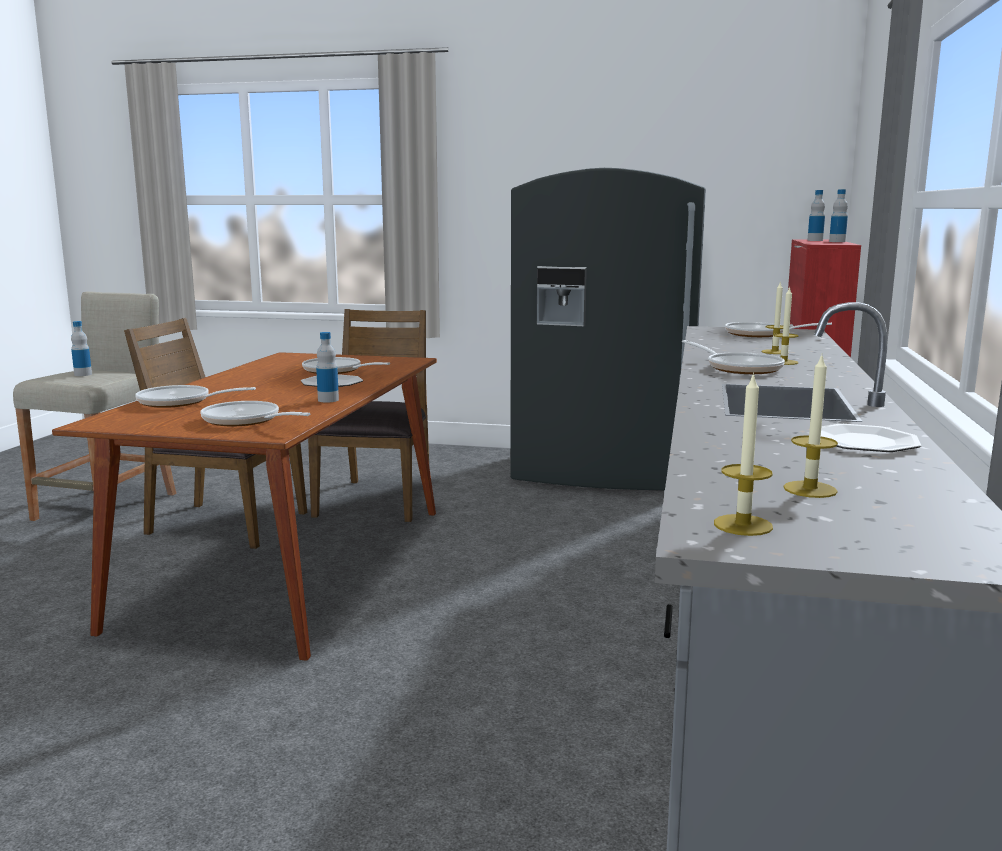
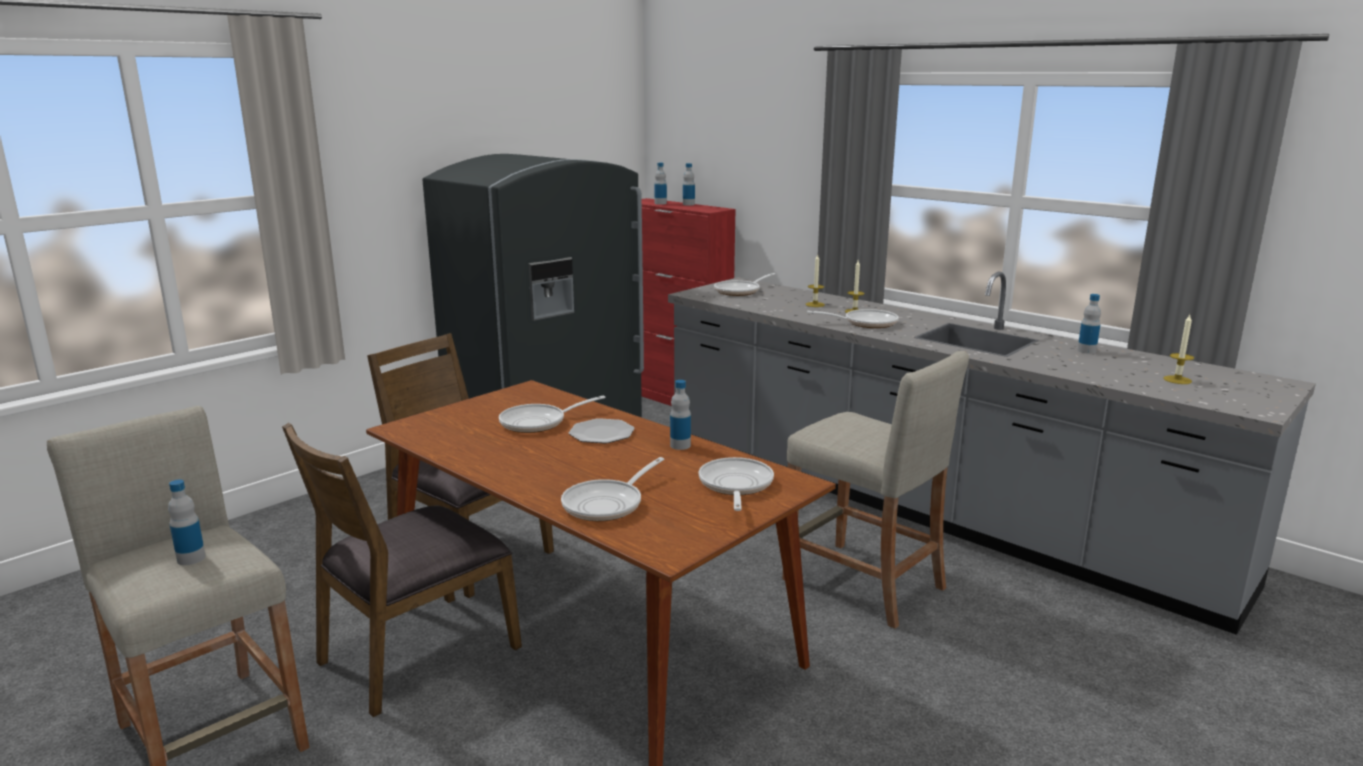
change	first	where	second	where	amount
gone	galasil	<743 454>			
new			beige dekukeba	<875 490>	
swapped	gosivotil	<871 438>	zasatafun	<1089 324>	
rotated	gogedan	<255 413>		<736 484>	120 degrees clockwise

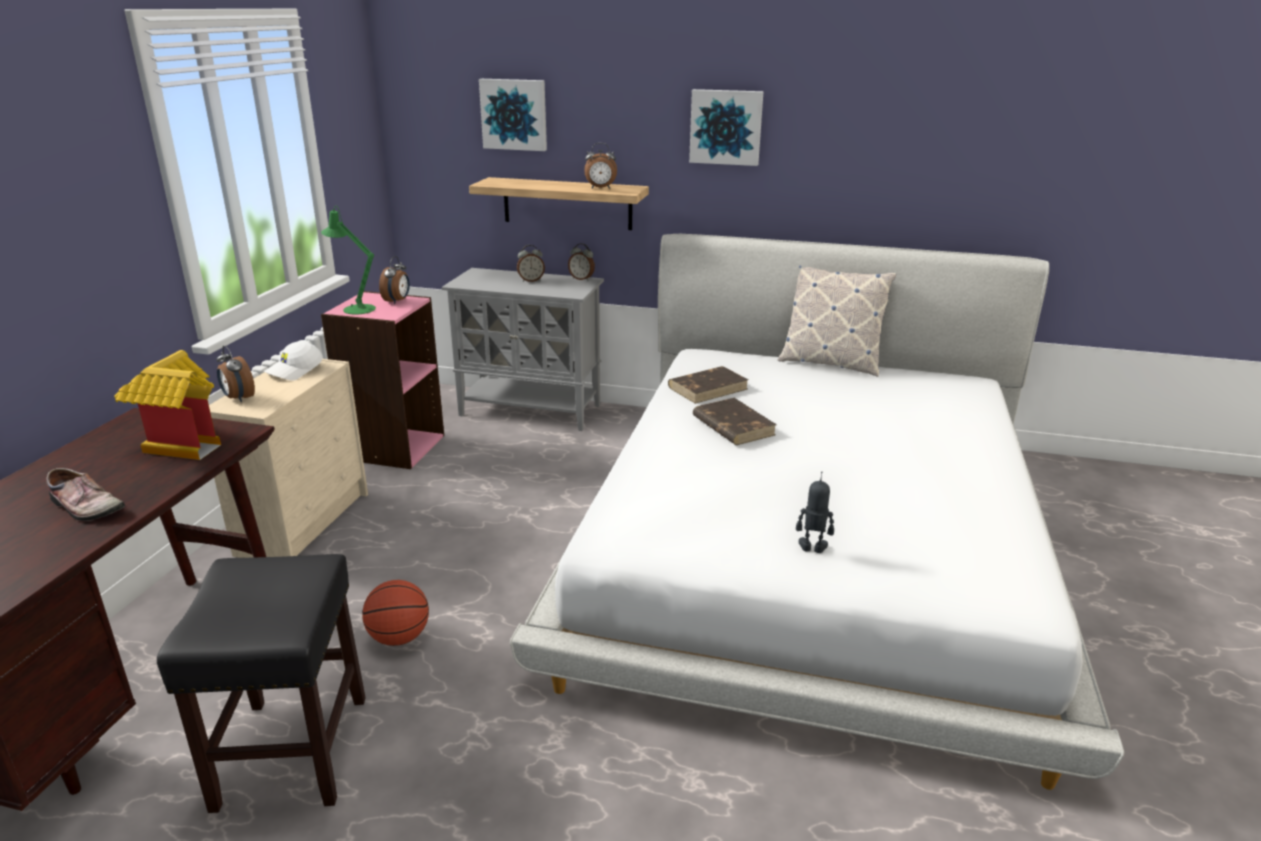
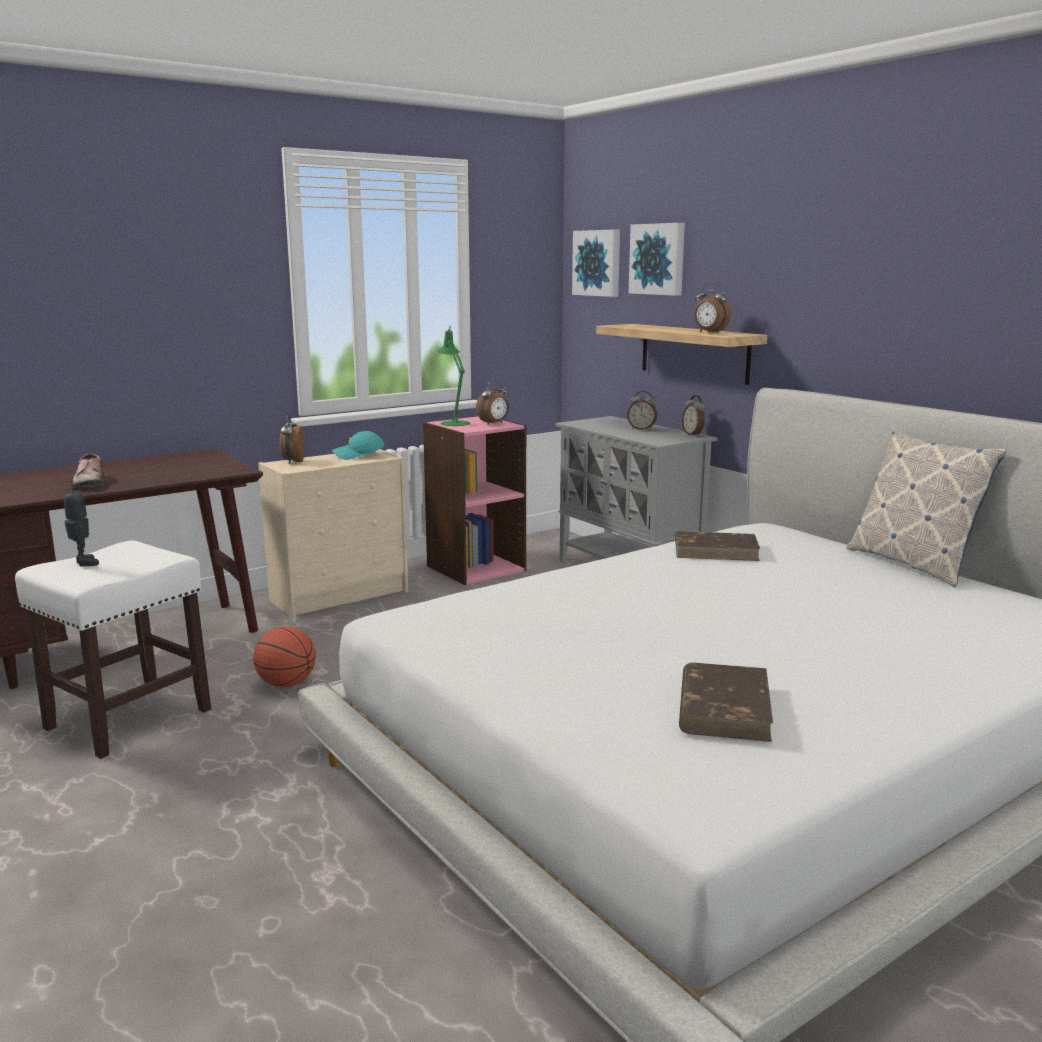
change	first	where	second	where	amount
gone	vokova	<167 405>			
shifted	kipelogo	<726 127>		<596 263>	
shifted	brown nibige	<735 421>		<726 702>	
shifted	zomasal	<815 512>		<81 523>	
repainted	black dekukeba	<261 683>	white dekukeba	<113 650>	
repainted	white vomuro	<293 361>	turquoise vomuro	<358 445>	

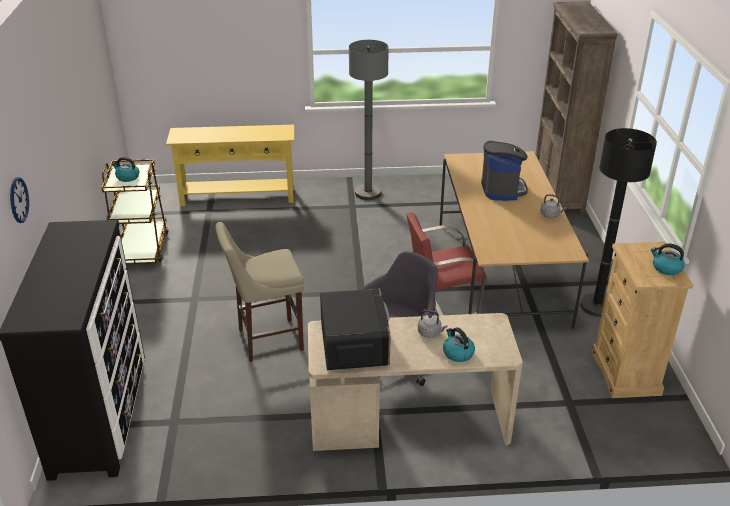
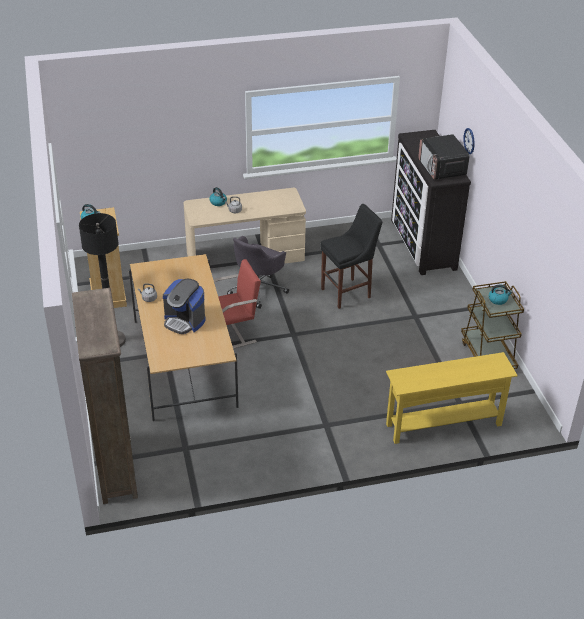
change	first	where	second	where	amount
gone	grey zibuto	<369 120>			
shifted	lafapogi	<355 329>		<444 157>	
repainted	beige dekukeba	<260 292>	black dekukeba	<351 256>	
rotated	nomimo	<504 171>		<184 306>	45 degrees counterclockwise

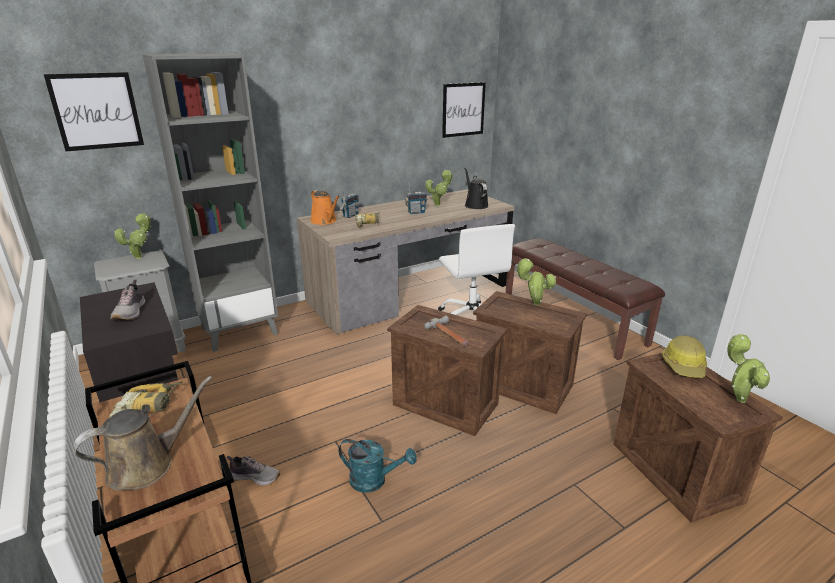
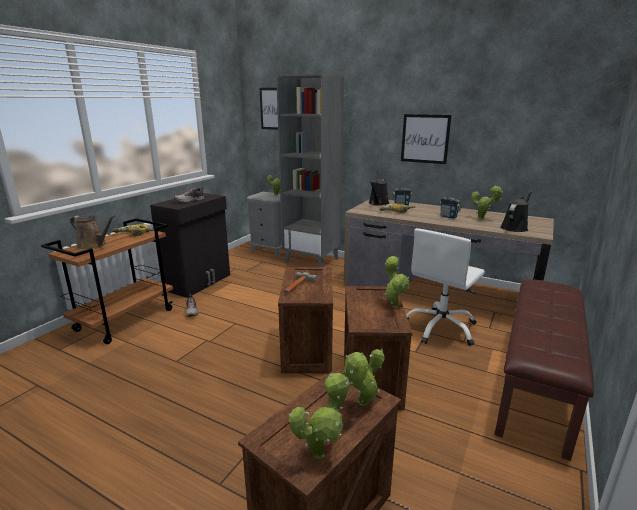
change	first	where	second	where	amount
gone	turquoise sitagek	<378 466>			
shifted	kipelogo	<464 110>		<426 139>	
swapped	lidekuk	<684 356>	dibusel	<364 377>	
repainted	orange sitagek	<325 207>	black sitagek	<379 192>	

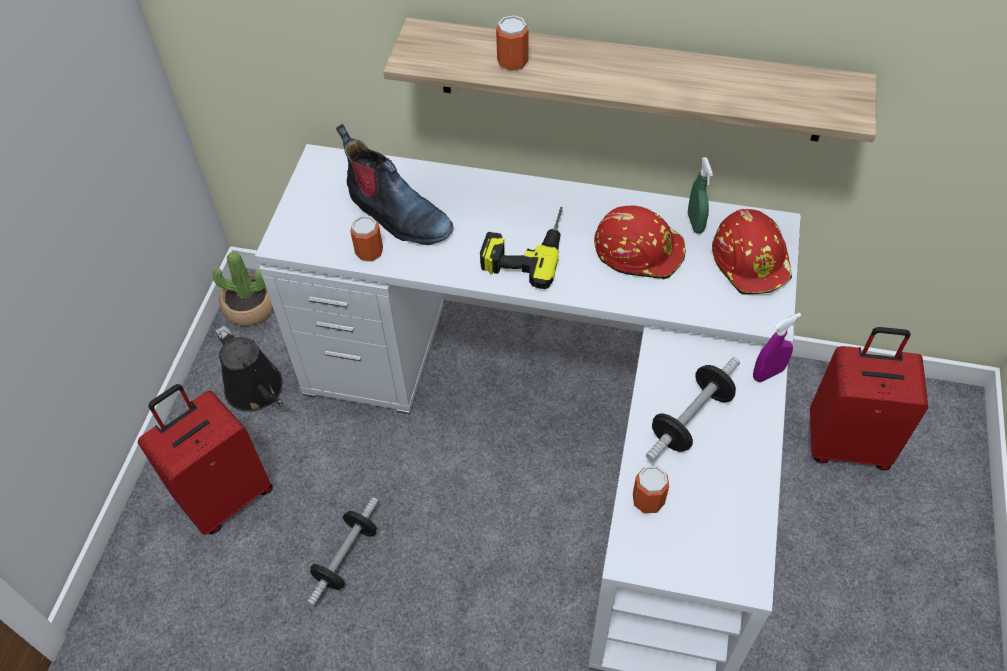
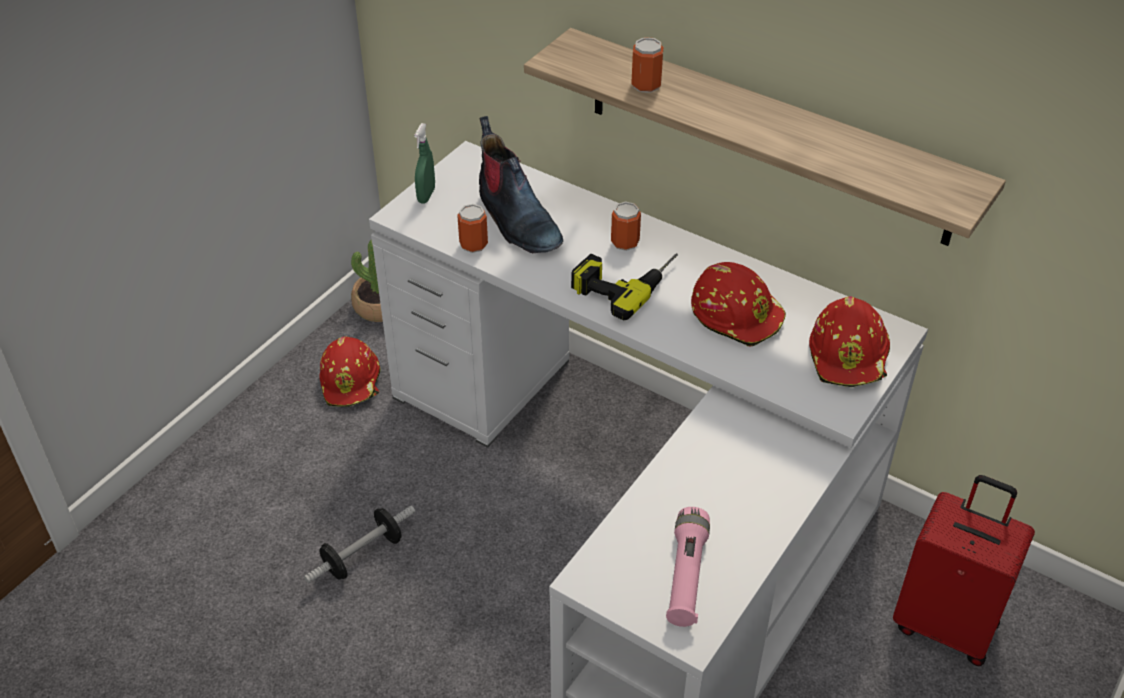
change	first	where	second	where	amount
gone	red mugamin	<205 459>			
gone	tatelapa	<693 409>			
gone	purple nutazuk	<777 347>			
new			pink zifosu	<688 567>	
shifted	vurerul	<651 489>		<626 226>	
shifted	green nutazuk	<700 195>		<424 163>	
swapped	black sitagek	<249 368>	red lidekuk	<349 371>	

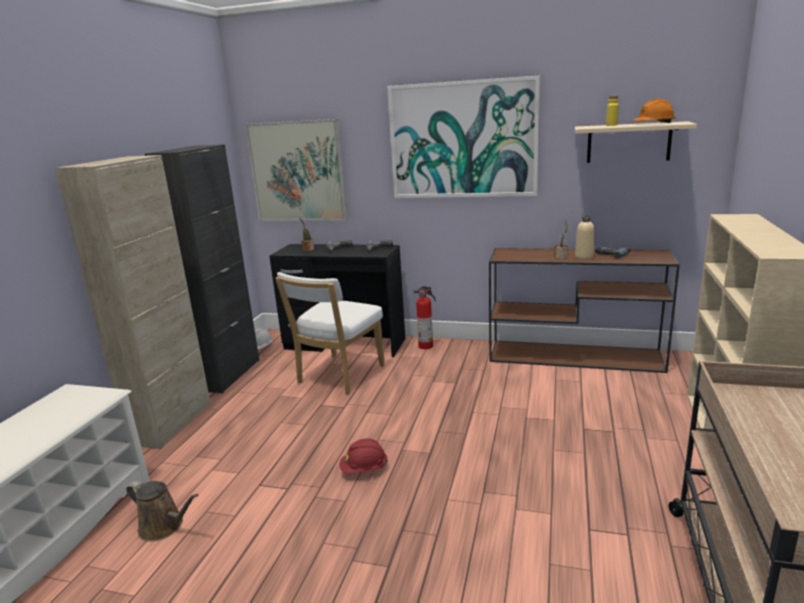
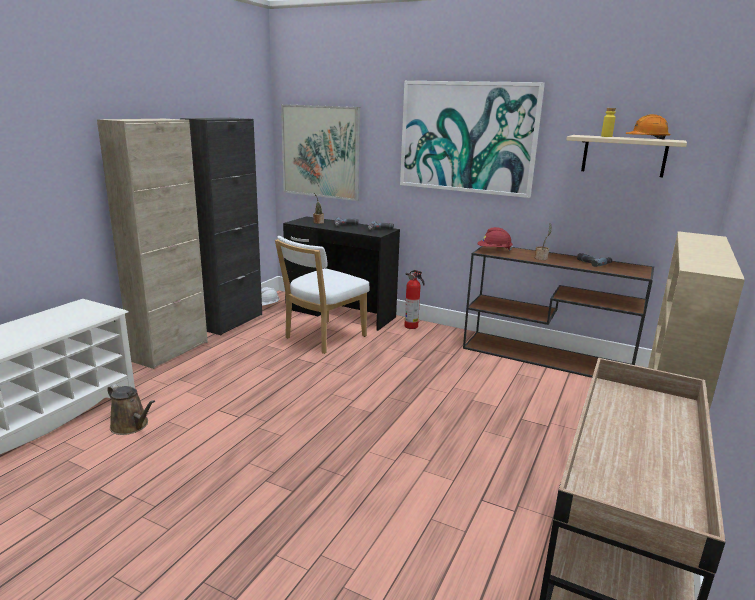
change	first	where	second	where	amount
gone	beige zasatafun	<584 237>			
shifted	red lidekuk	<363 456>		<495 239>	

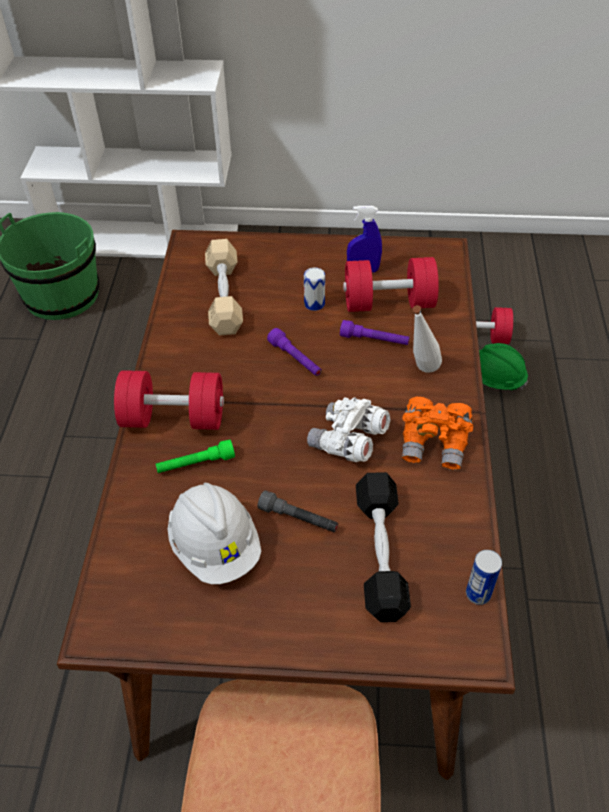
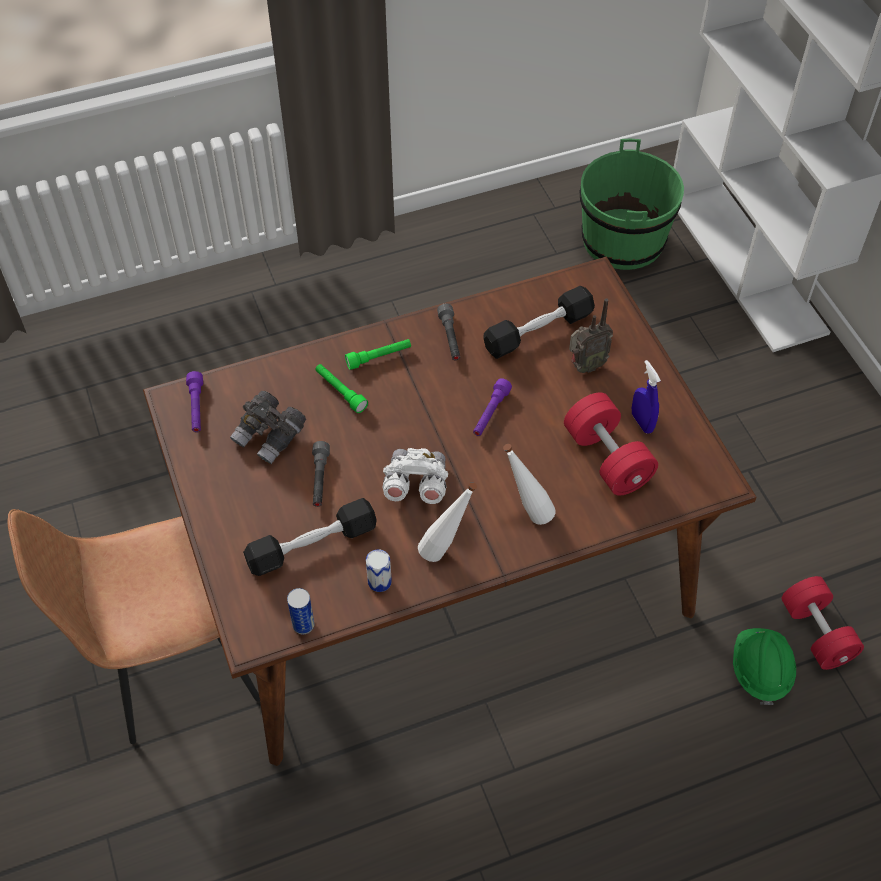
change	first	where	second	where	amount
new			grey zifosu	<448 332>	
new			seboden	<591 335>	
shifted	vurerul	<314 289>		<379 570>	
shifted	purple zifosu	<375 332>		<194 401>	
swapped	red tatelapa	<169 400>	green zifosu	<378 354>	
swapped	white lidekuk	<214 533>	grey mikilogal	<268 427>	
swapped	orange mikilogal	<437 433>	white zasatafun	<447 522>	
repainted	beige tatelapa	<224 287>	black tatelapa	<539 322>	

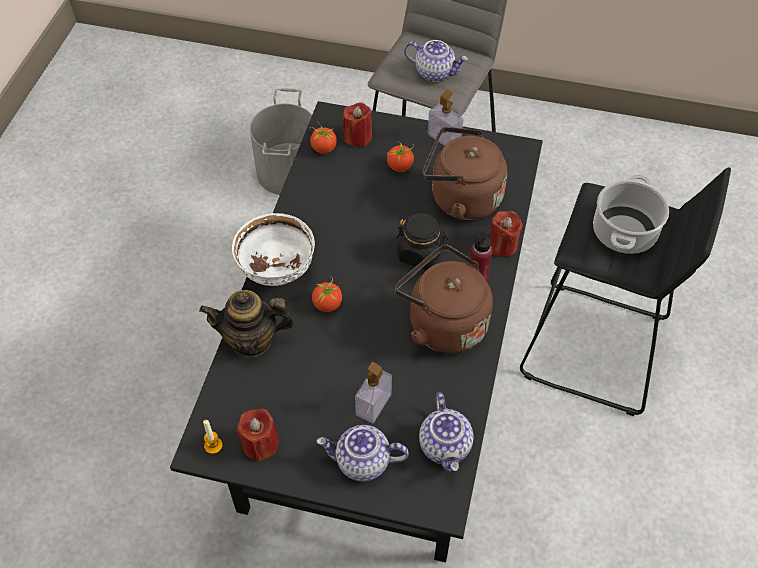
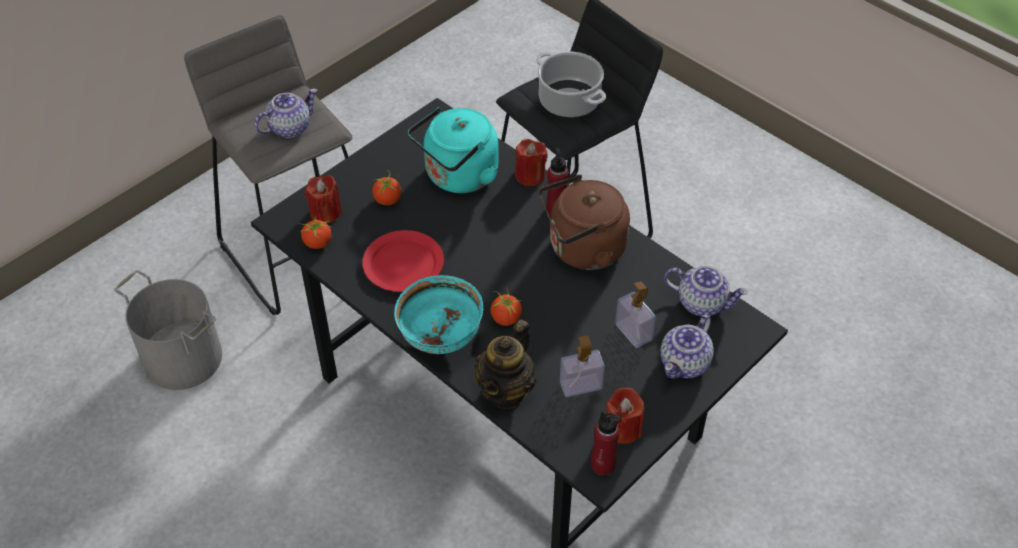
change	first	where	second	where	amount
gone	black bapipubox	<422 241>			
new			red gosivotil	<403 261>	
shifted	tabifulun	<446 118>		<582 366>	
swapped	galasil	<213 437>	red zasatafun	<606 443>	
repainted	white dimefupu	<273 249>	turquoise dimefupu	<438 314>	
repainted	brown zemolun	<465 173>	turquoise zemolun	<453 150>	

